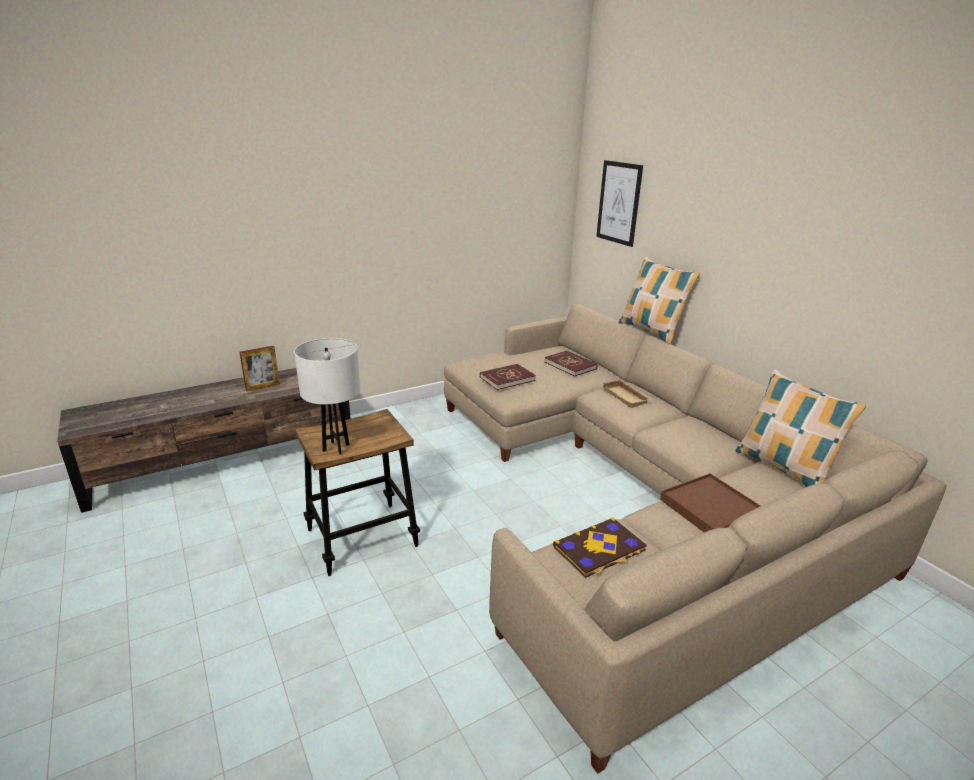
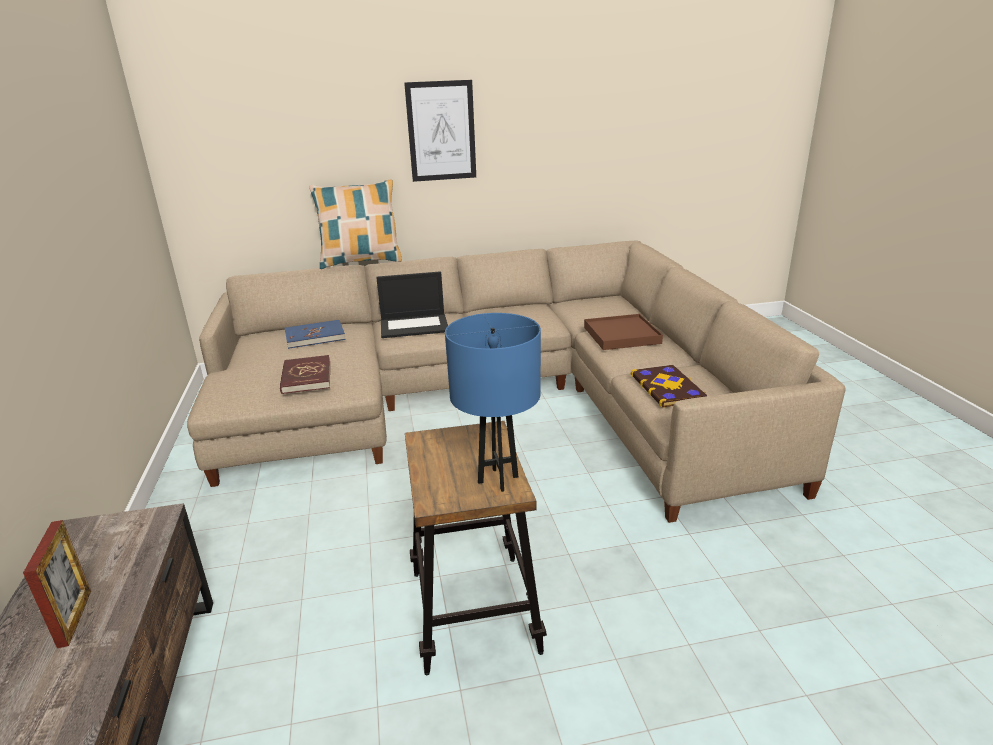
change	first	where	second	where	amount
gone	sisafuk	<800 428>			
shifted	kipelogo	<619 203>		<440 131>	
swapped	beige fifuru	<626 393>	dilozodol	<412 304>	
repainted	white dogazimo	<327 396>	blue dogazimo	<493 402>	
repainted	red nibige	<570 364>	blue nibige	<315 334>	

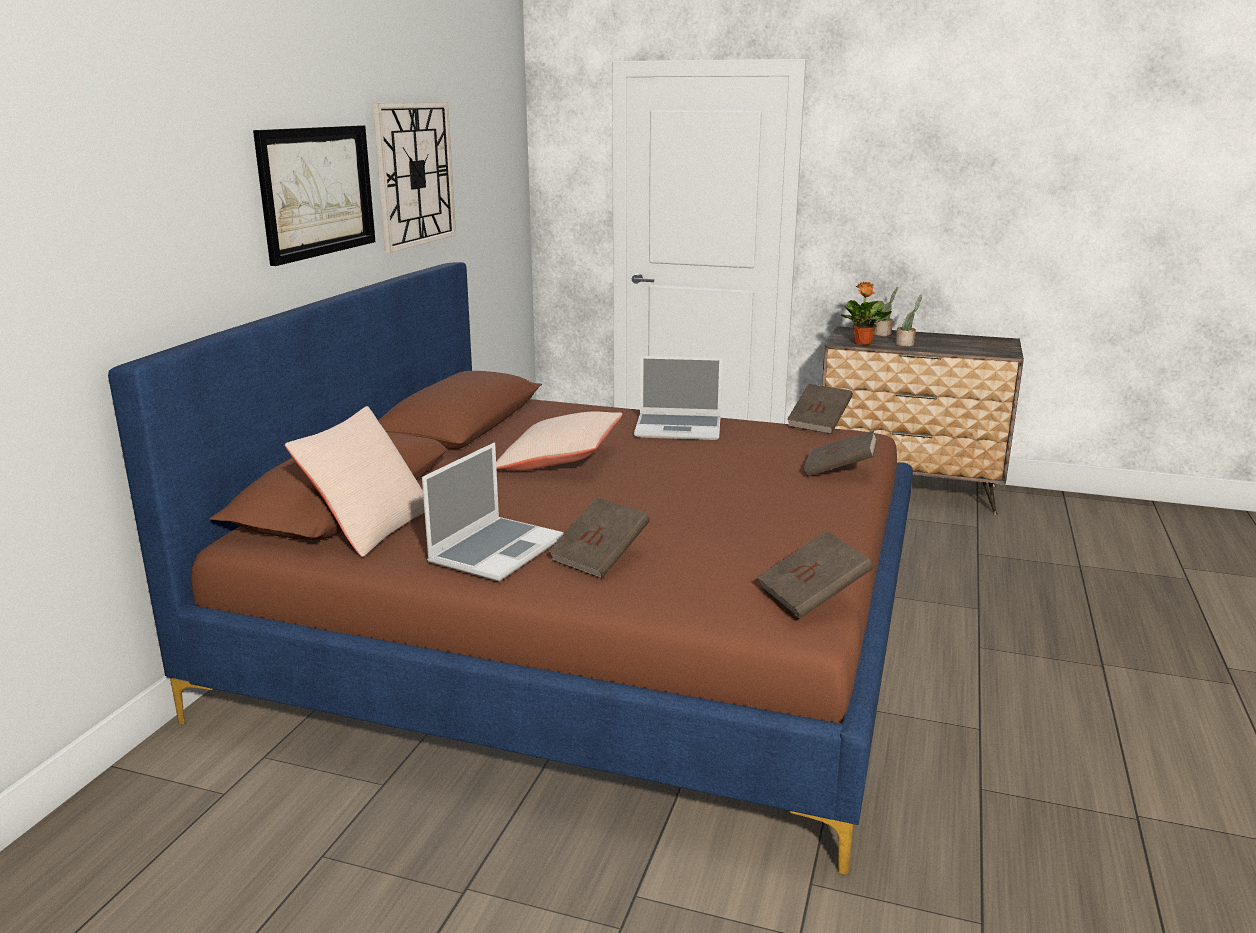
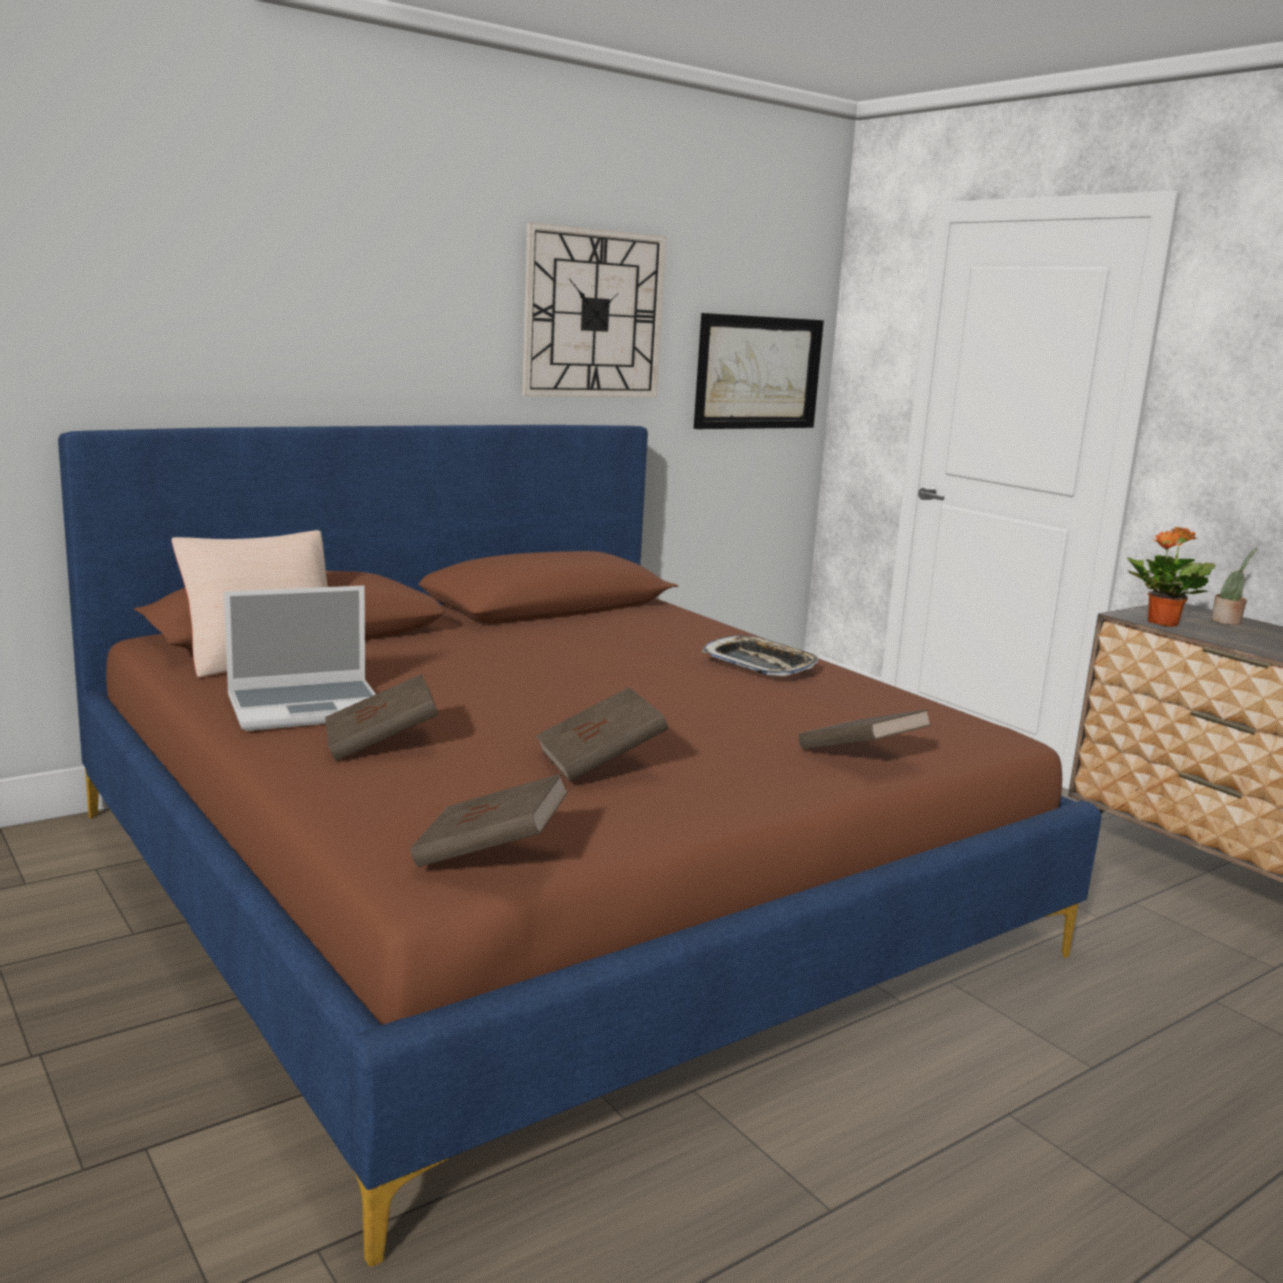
change	first	where	second	where	amount
gone	beige sisafuk	<559 441>			
gone	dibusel	<909 320>			
shifted	kipelogo	<314 195>		<759 371>	
shifted	brown nibige	<820 409>		<602 734>	
swapped	dilozodol	<678 398>	fifuru	<759 655>	

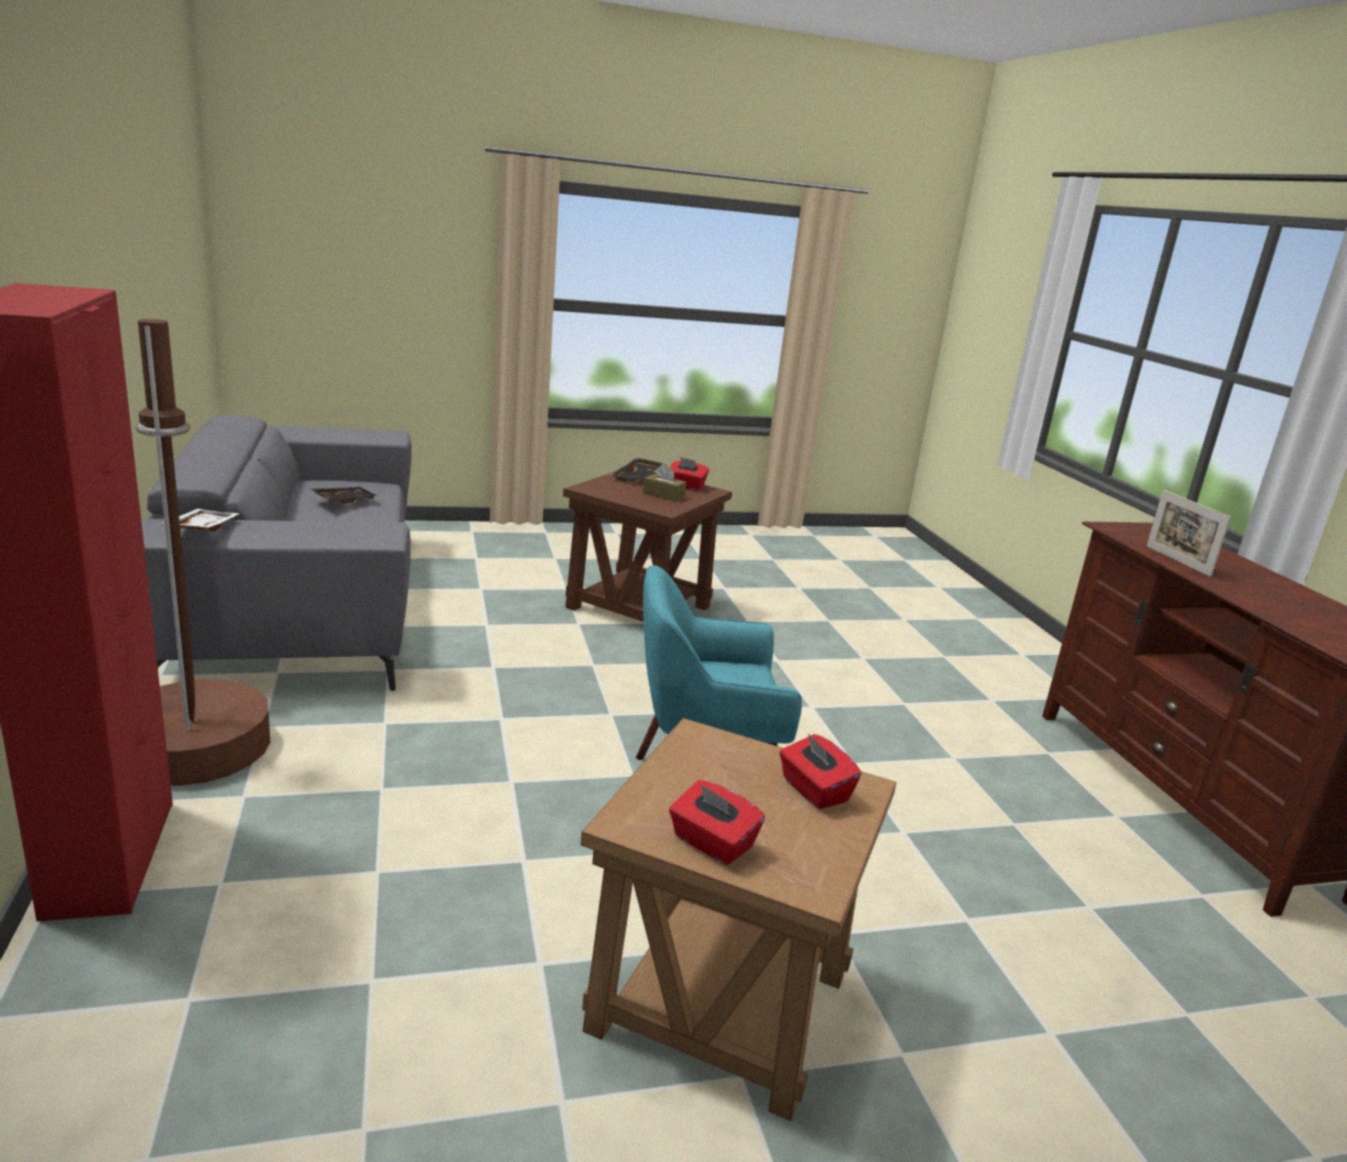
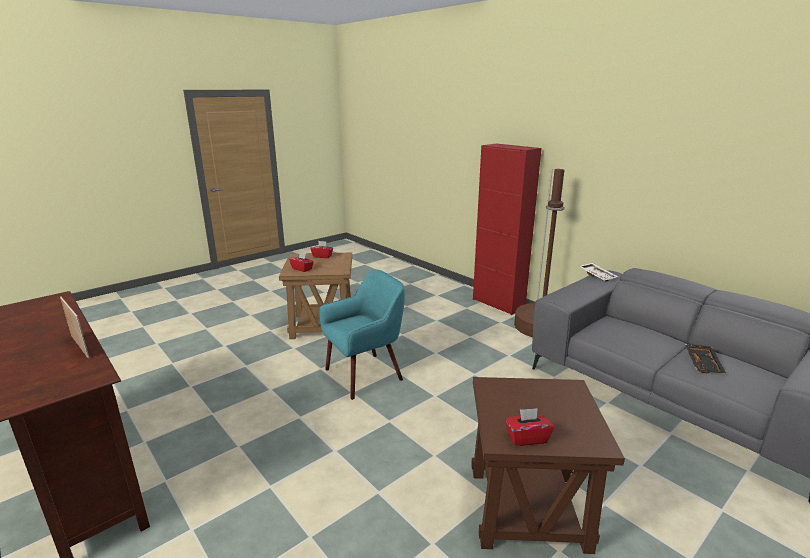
change	first	where	second	where	amount
gone	black fifuru	<637 470>			
gone	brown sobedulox	<664 483>			

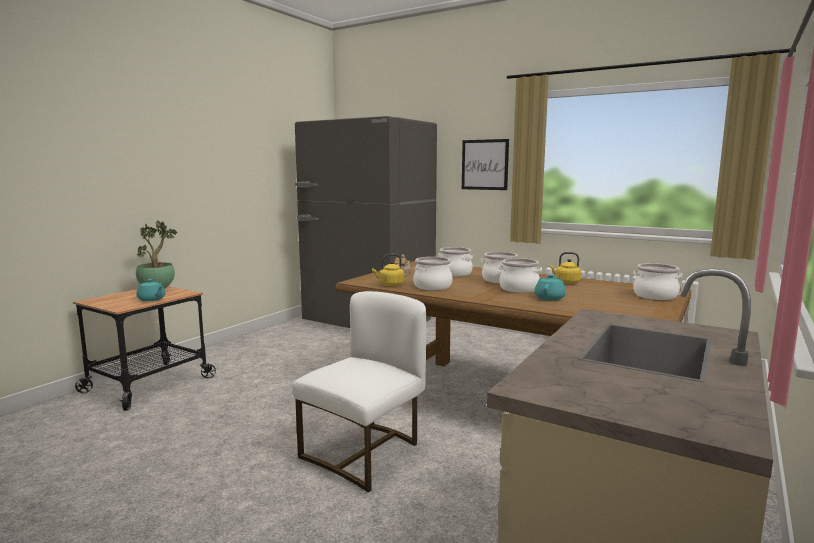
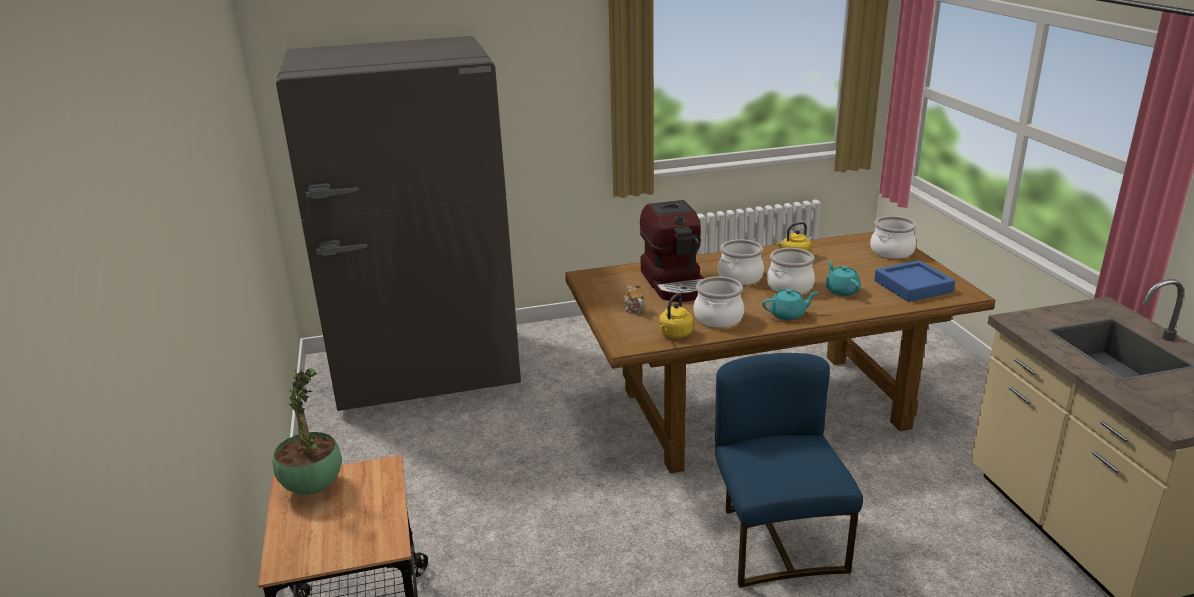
change	first	where	second	where	amount
gone	kipelogo	<485 164>			
new			blue fifuru	<914 281>	
shifted	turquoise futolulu	<151 290>		<790 304>	
swapped	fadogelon	<455 262>	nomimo	<672 251>	
repainted	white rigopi	<359 391>	blue rigopi	<789 470>	

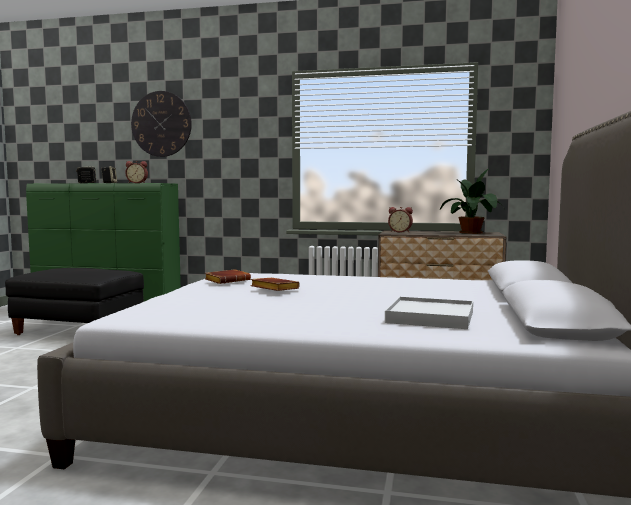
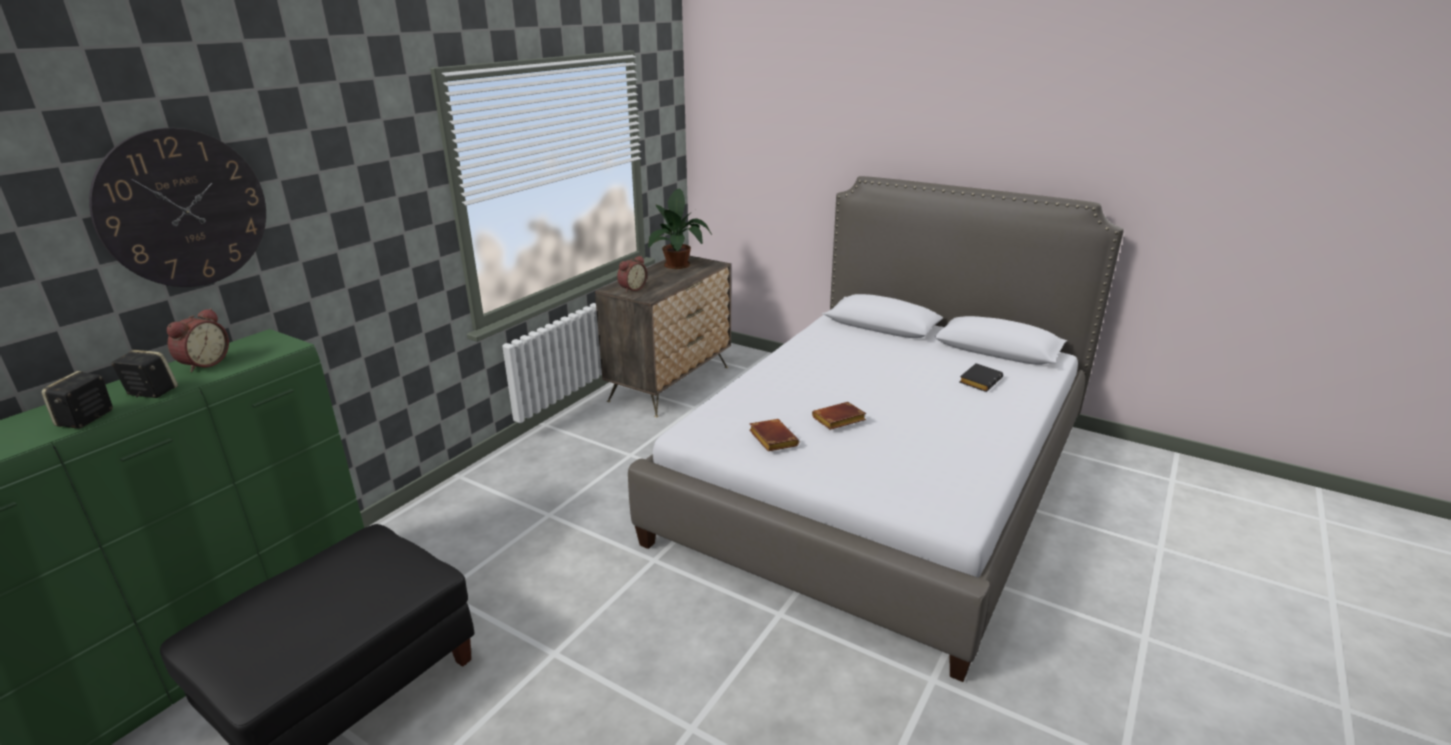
change	first	where	second	where	amount
swapped	white fifuru	<429 313>	black nibige	<981 377>	

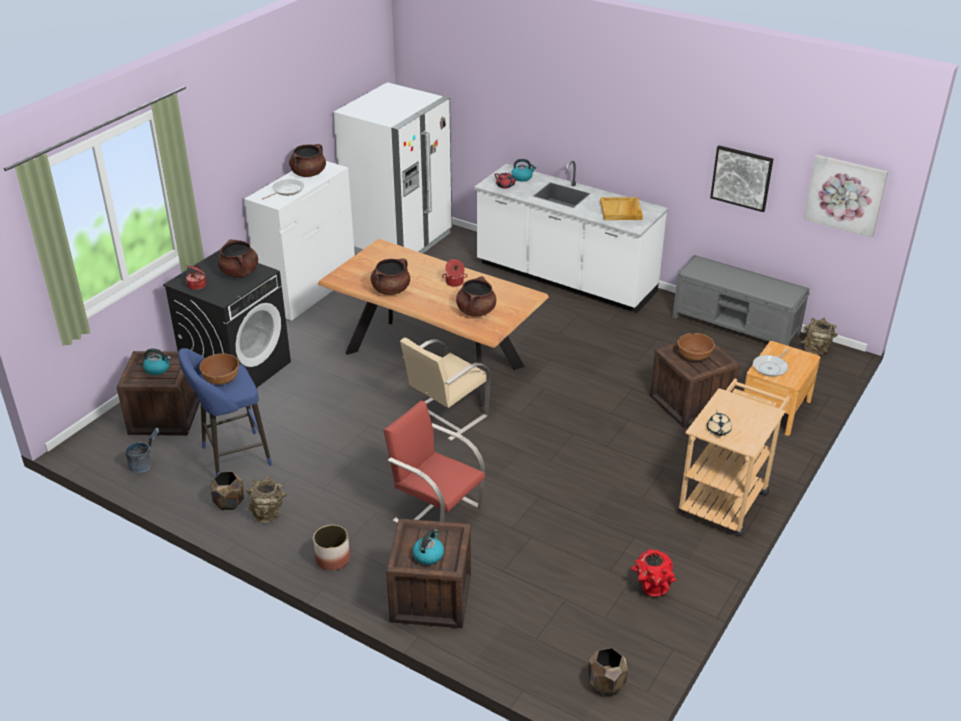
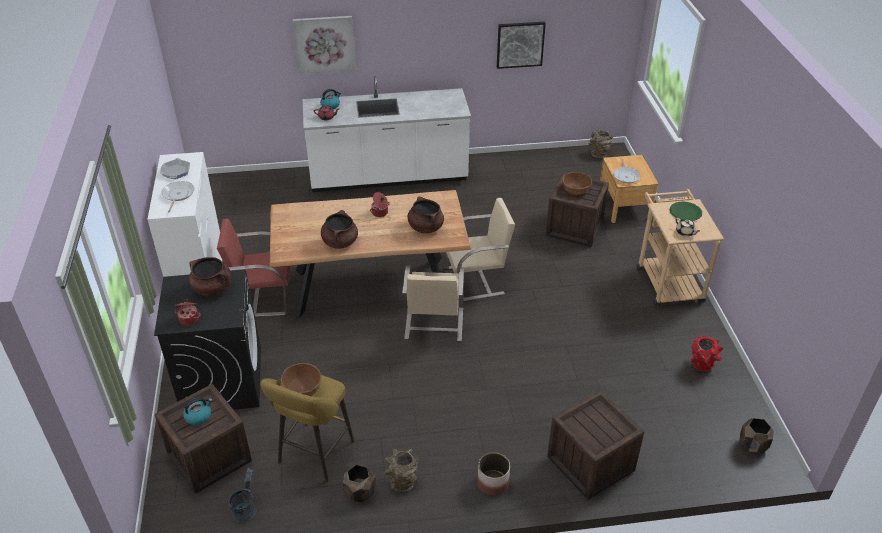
change	first	where	second	where	amount
gone	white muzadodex	<393 168>			
gone	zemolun	<428 547>			
gone	beige fifuru	<621 208>			
gone	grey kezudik	<741 300>			
new			beige rigopi	<480 249>	
new			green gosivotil	<686 211>	
shifted	red rigopi	<434 462>		<253 267>	
shifted	kipelogo	<845 196>		<324 45>	
swapped	brown fadogelon	<307 160>	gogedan	<175 168>	
repainted	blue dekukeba	<225 412>	yellow dekukeba	<307 428>	

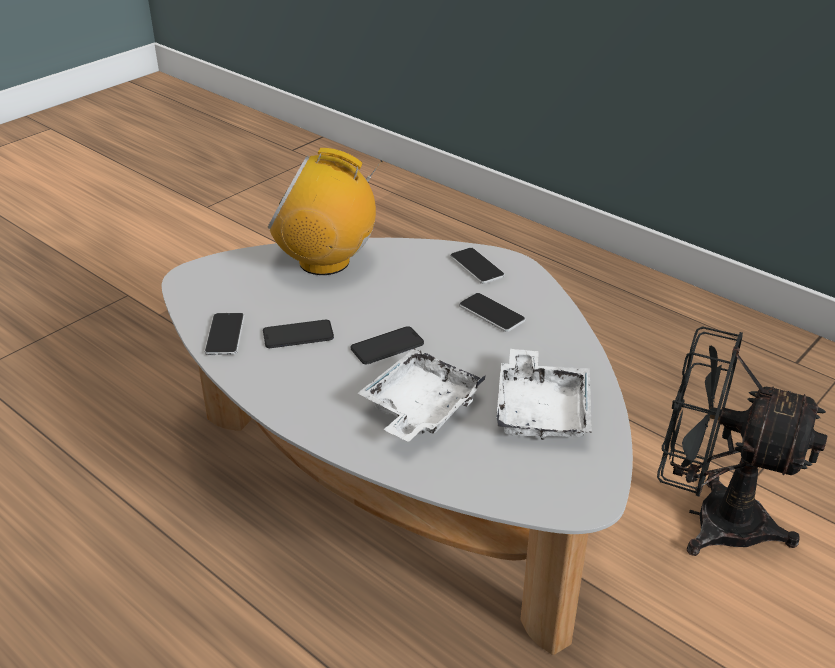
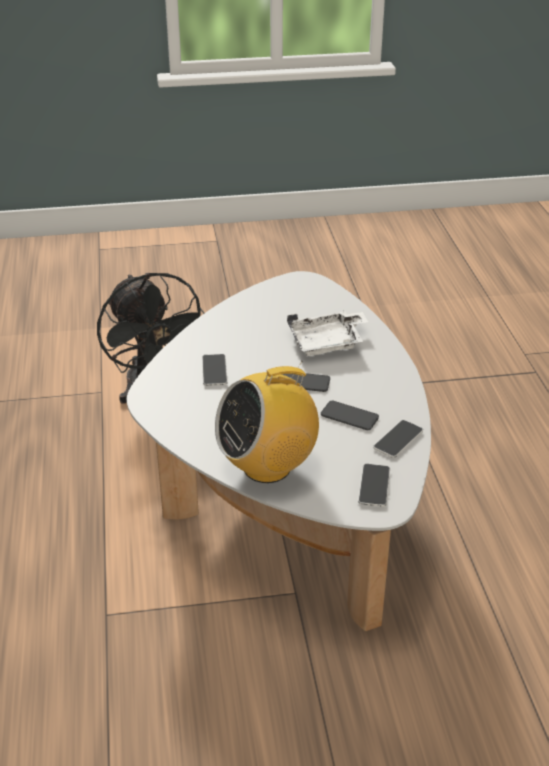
change	first	where	second	where	amount
gone	white fifuru	<544 394>			
shifted	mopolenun	<477 266>		<374 485>	
rotated	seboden	<325 211>		<267 422>	105 degrees clockwise

